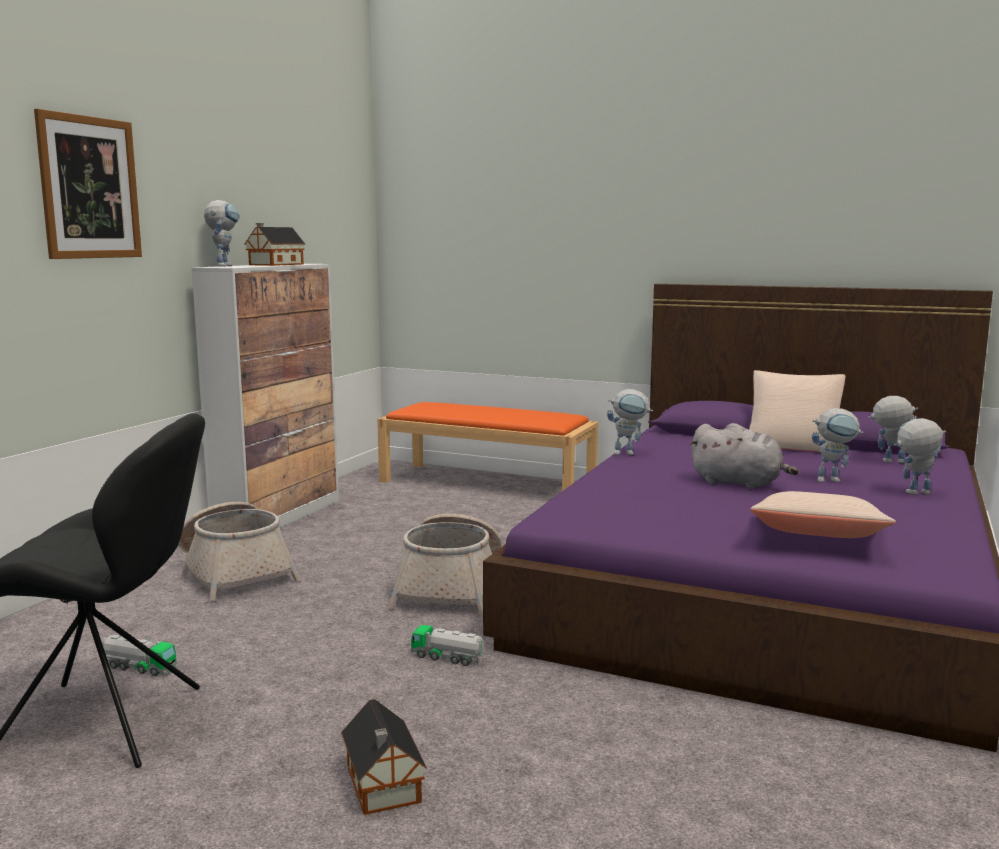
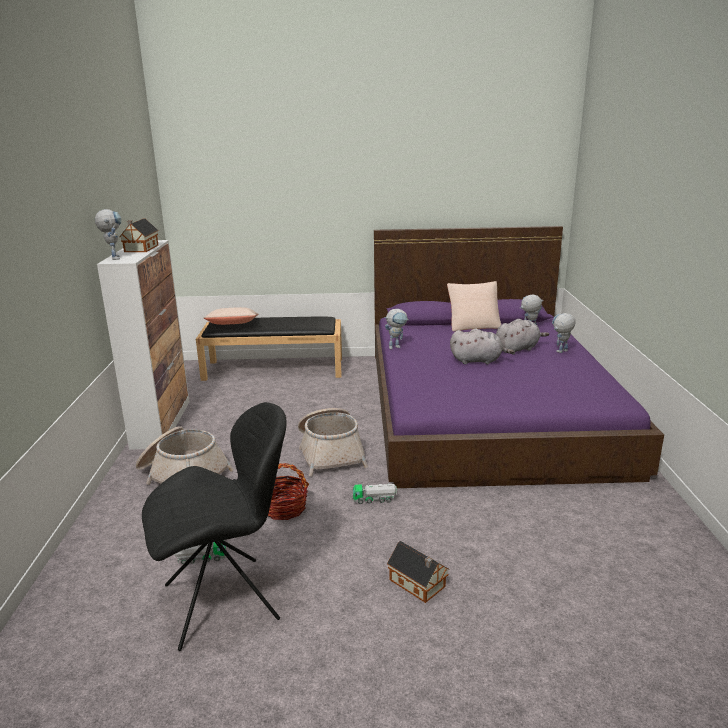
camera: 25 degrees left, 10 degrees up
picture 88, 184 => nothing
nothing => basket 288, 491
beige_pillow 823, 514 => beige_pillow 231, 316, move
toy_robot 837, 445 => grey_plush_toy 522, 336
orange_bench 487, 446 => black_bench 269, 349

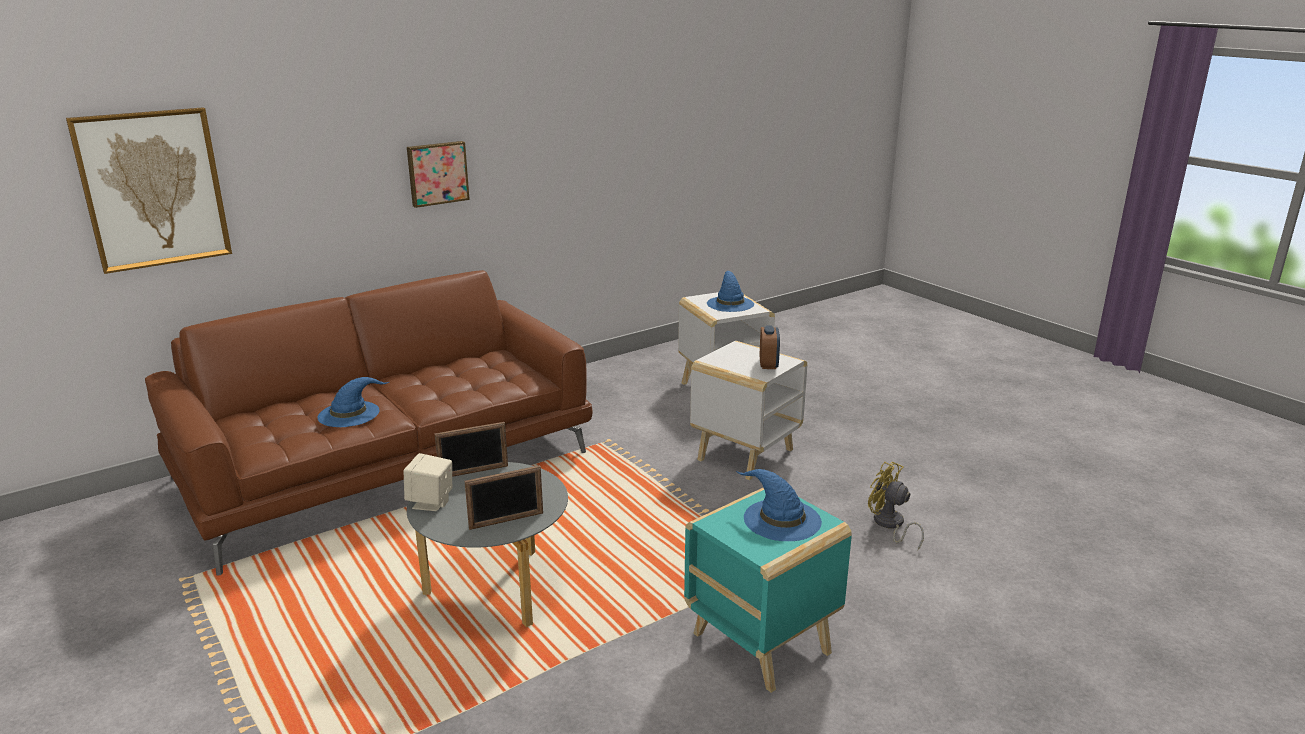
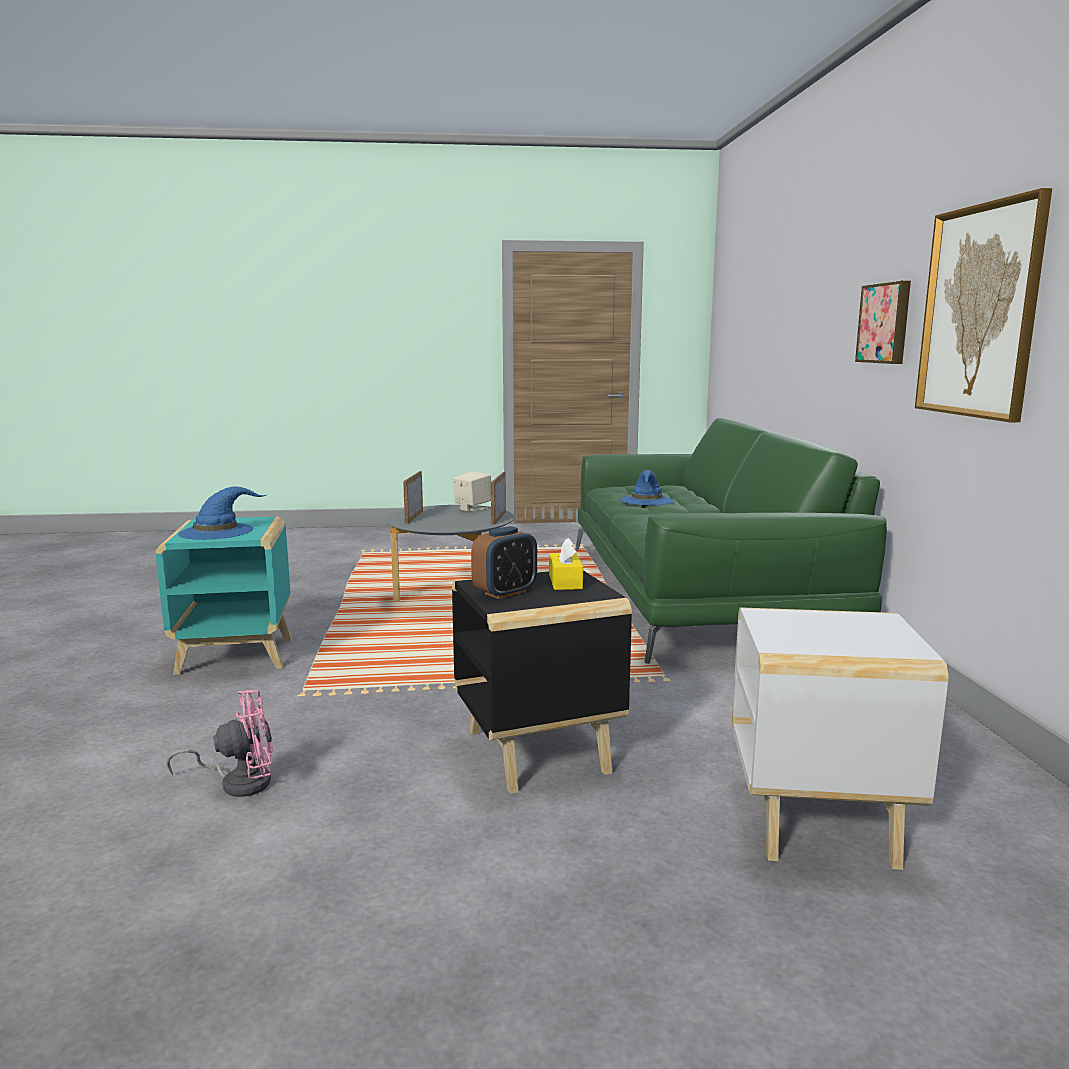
camera: 120 degrees right, 10 degrees down
blue_hat 730, 291 => nothing
nothing => yellow_tissue_box 566, 564
picture 149, 190 => picture 983, 305, move
brown_sofa 369, 422 => green_sofa 731, 541
white_side_table 748, 410 => black_side_table 542, 682
yellow_fan 896, 506 => pink_fan 219, 743
alarm_clock 770, 347 => alarm_clock 504, 562, 75 degrees counterclockwise

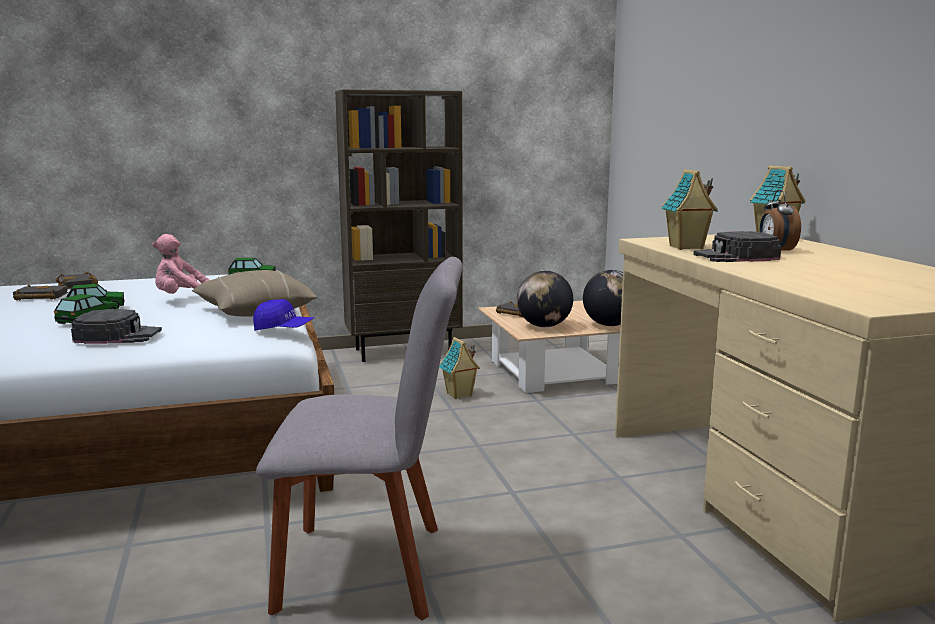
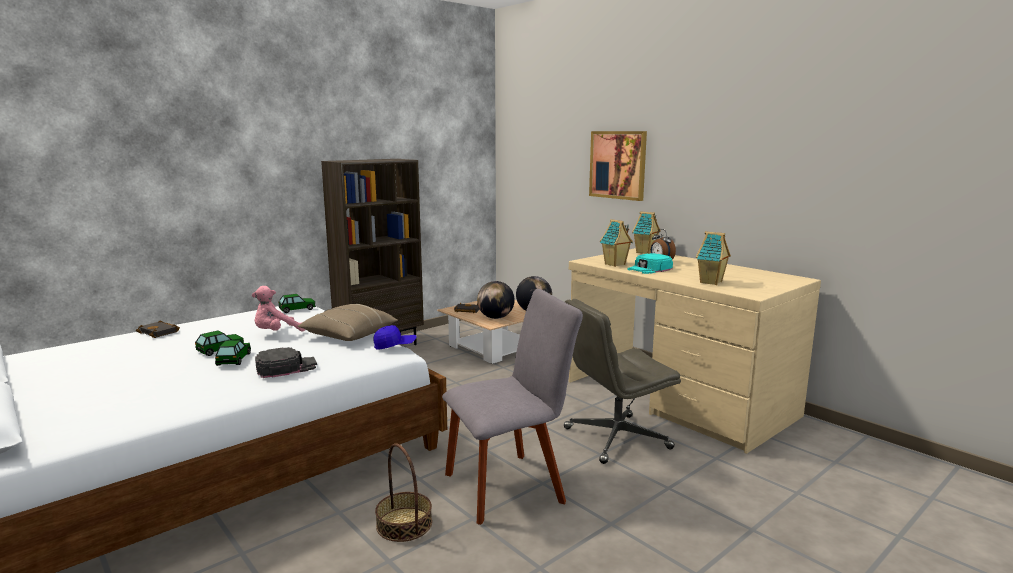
camera: 25 degrees left, 0 degrees up
black_book 40, 291 => nothing
nothing => basket 403, 492
nothing => grey_office_chair 622, 381
nothing => picture 618, 166
toy_house 459, 368 => toy_house 713, 258, move
black_cap 737, 246 => turquoise_cap 650, 263

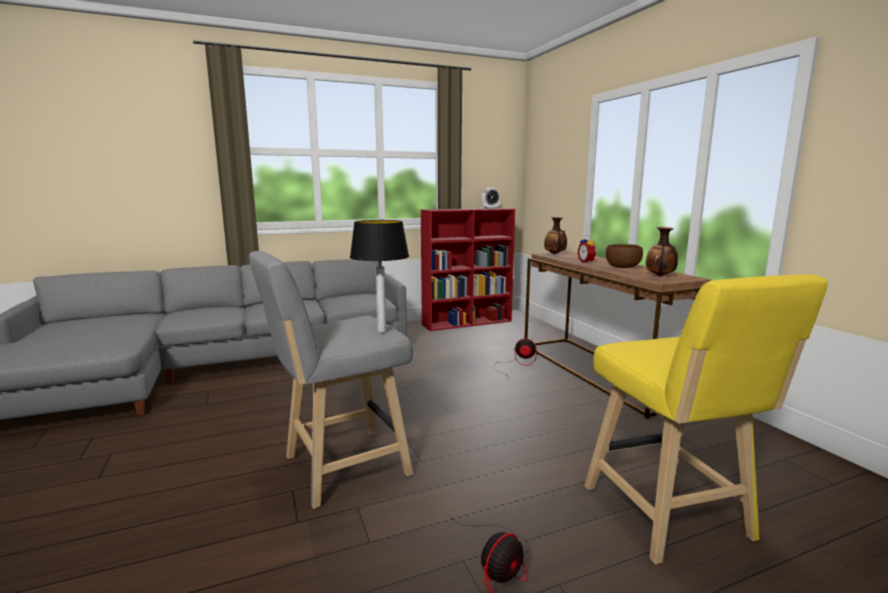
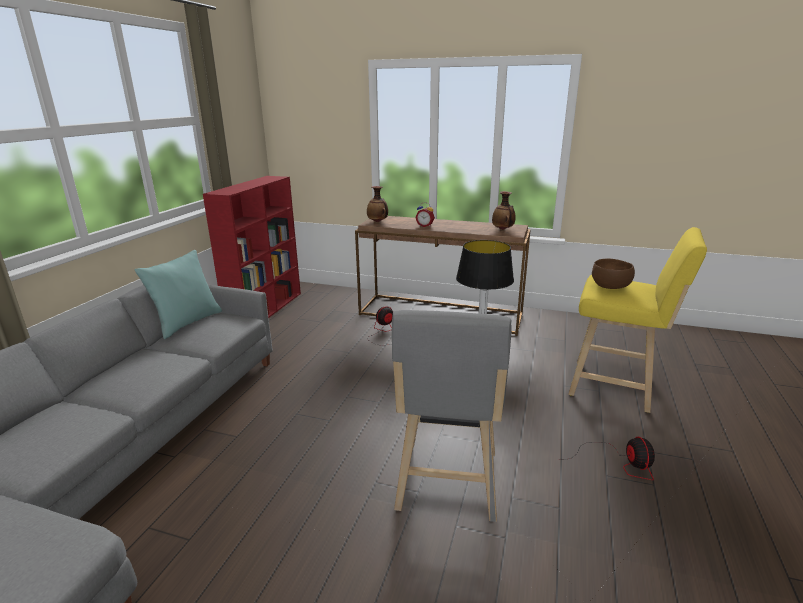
camera: 50 degrees left, 10 degrees up
alarm_clock 490, 198 => nothing
nothing => turquoise_pillow 178, 294
brown_bowl 624, 256 => brown_bowl 613, 274, move

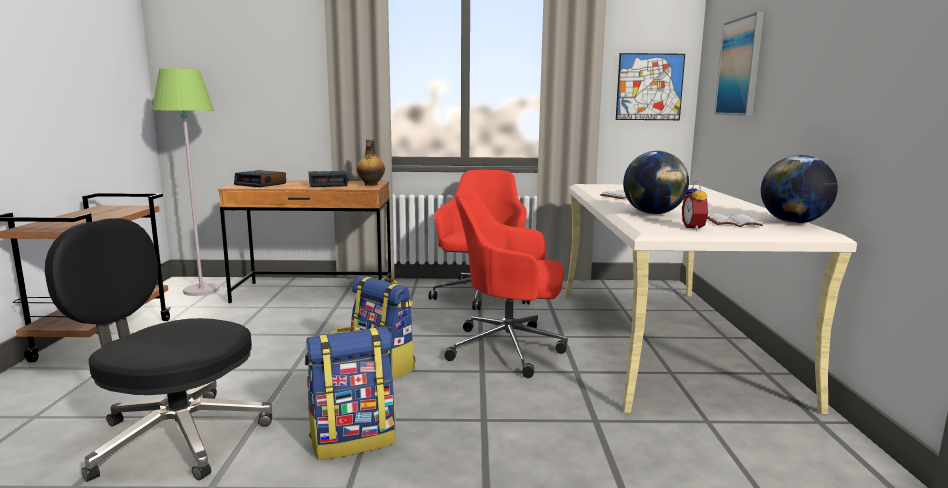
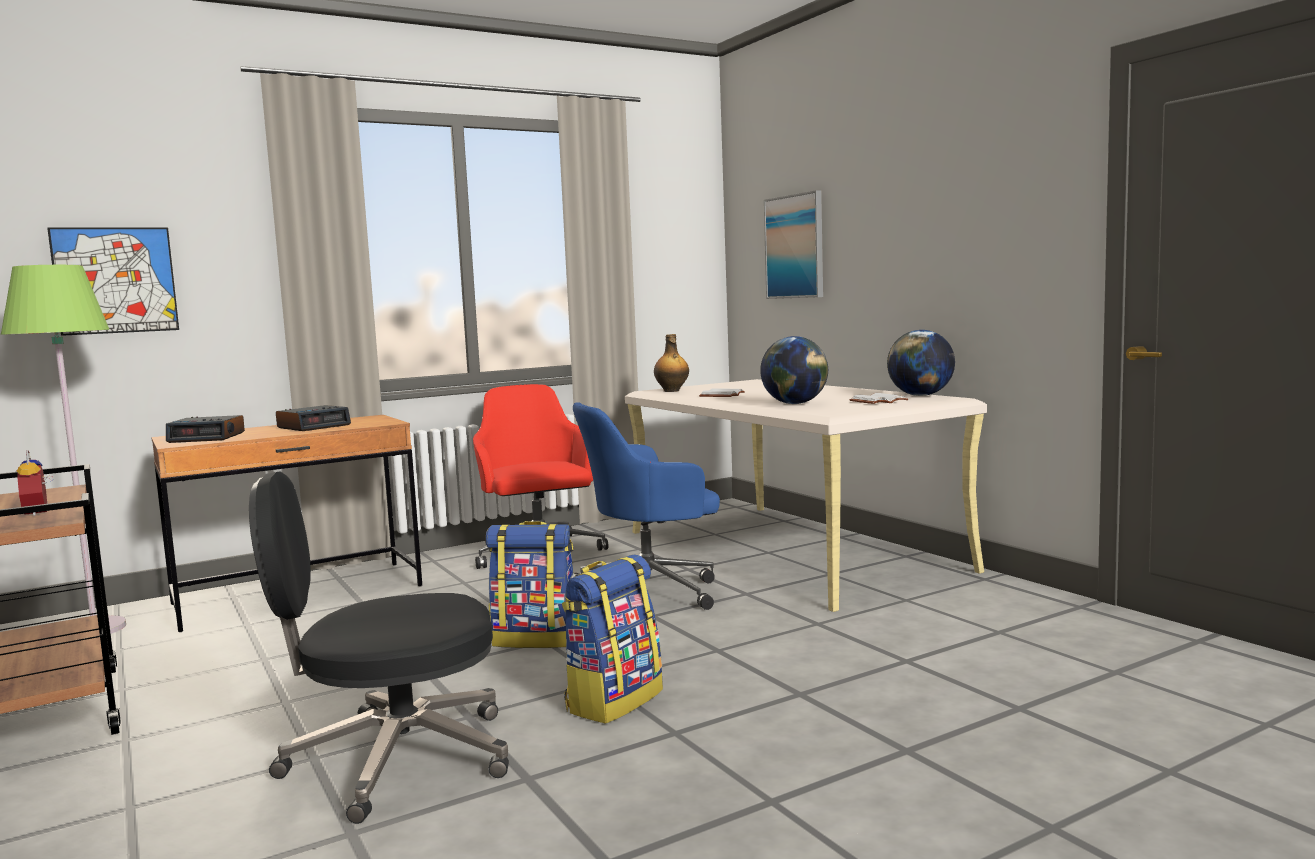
camera: 30 degrees left, 5 degrees down
bottle 371, 163 => bottle 671, 363, move
picture 650, 86 => picture 113, 282, move
alarm_clock 697, 205 => alarm_clock 34, 483, move
red_office_chair 506, 283 => blue_office_chair 646, 506

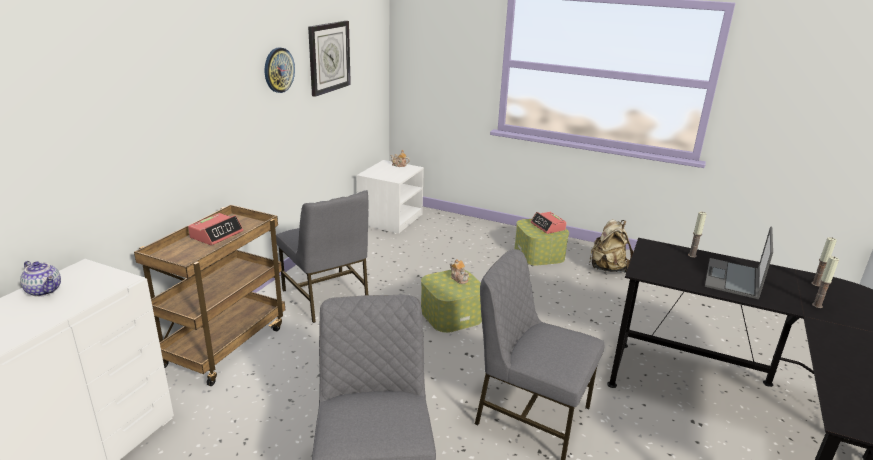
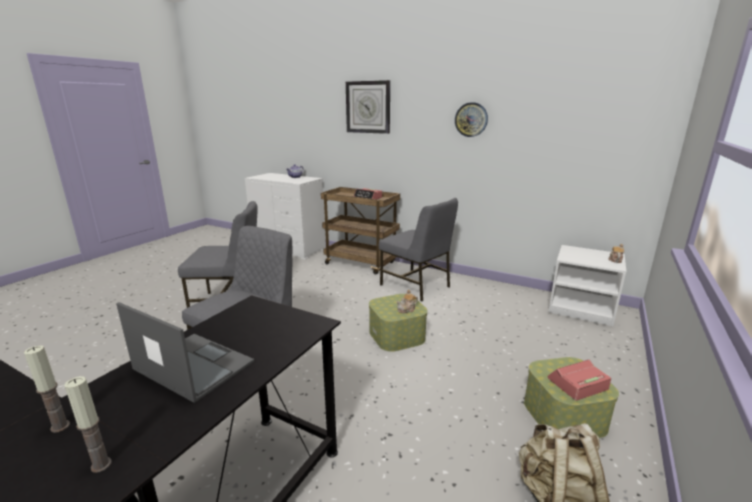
camera: 95 degrees right, 5 degrees down
candle 697, 235 => nothing
wall_clock 329, 59 => wall_clock 368, 107, move
grey_chair 322, 256 => grey_chair 418, 249, 105 degrees counterclockwise

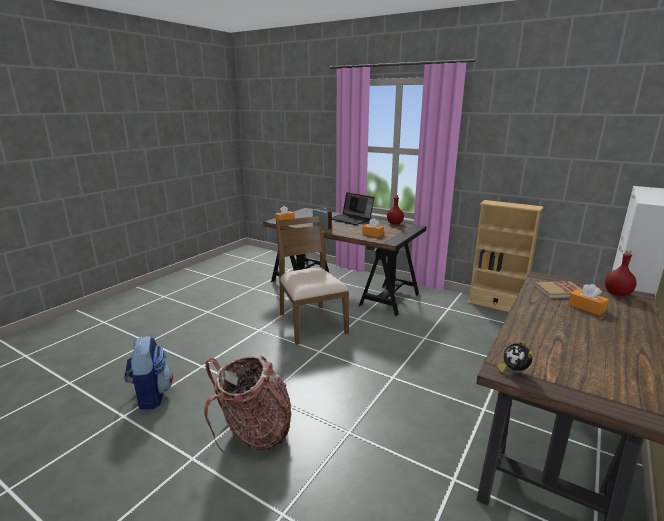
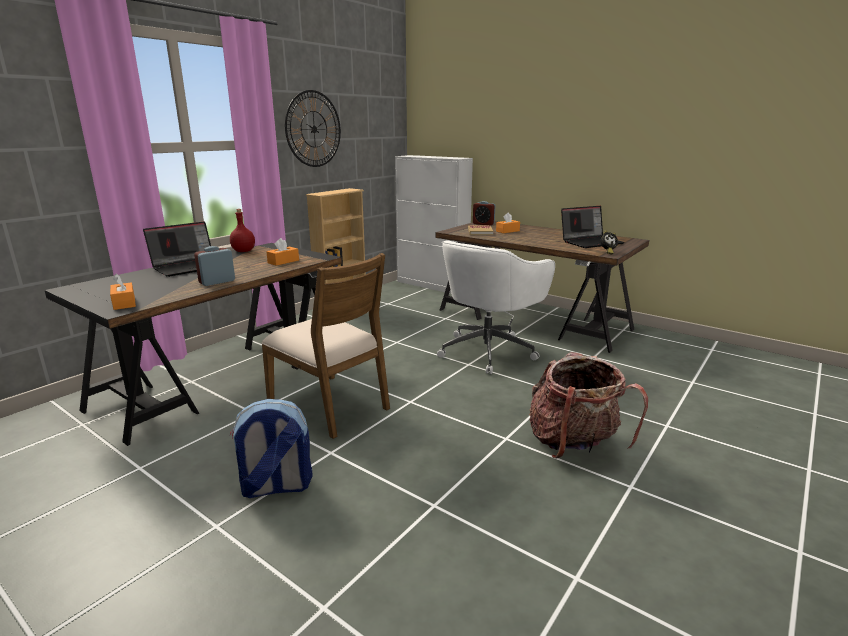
camera: 85 degrees left, 0 degrees up
nothing => wall_clock 313, 128
nothing => white_office_chair 496, 307
nothing => laptop 593, 227
backpack 149, 373 => backpack 271, 448, move
red_bottle 620, 273 => alarm_clock 484, 213
brown_chair 312, 280 => brown_chair 325, 346, 120 degrees counterclockwise

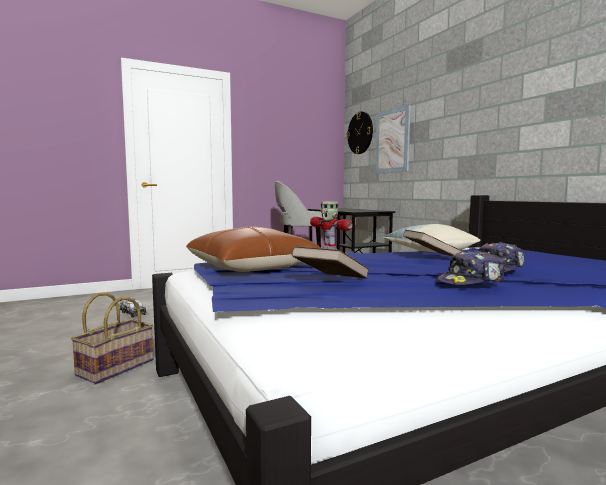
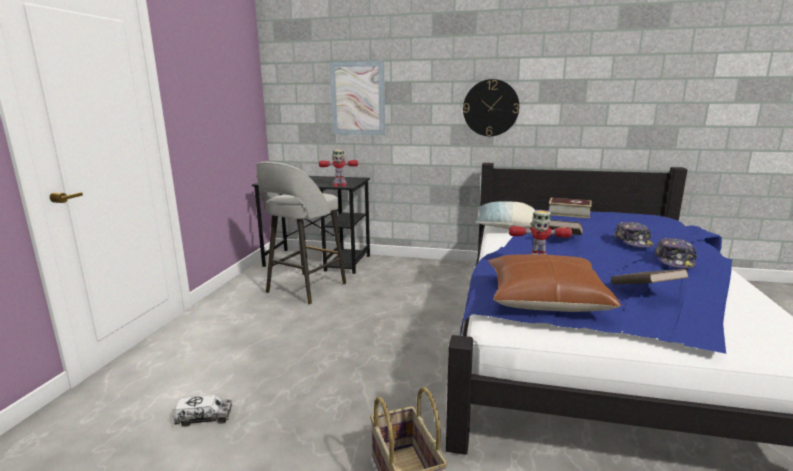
camera: 50 degrees left, 10 degrees up
nothing => toy_robot 338, 168
nothing => book 570, 208
wall_clock 360, 133 => wall_clock 491, 107, move

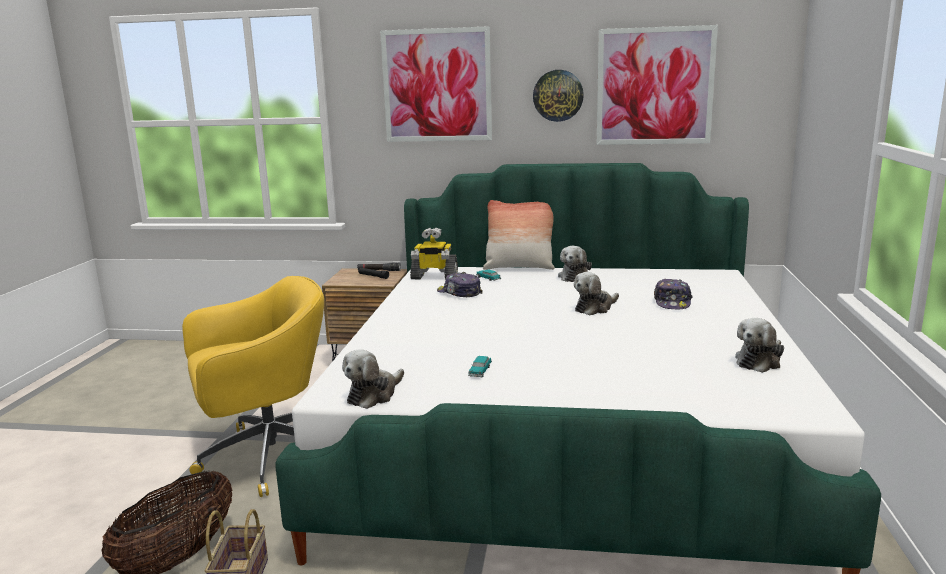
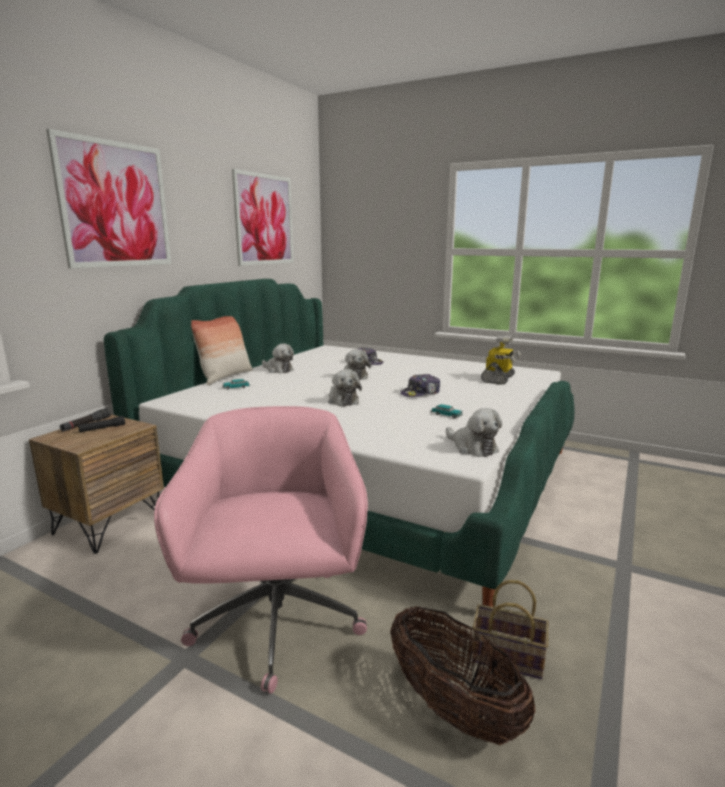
camera: 70 degrees left, 0 degrees up
wall_clock 558, 96 => nothing
toy_robot 434, 253 => toy_robot 501, 360, move
cap 460, 284 => cap 420, 385, move
plush_toy 759, 345 => plush_toy 345, 387, move
yellow_office_chair 253, 386 => pink_office_chair 261, 550

